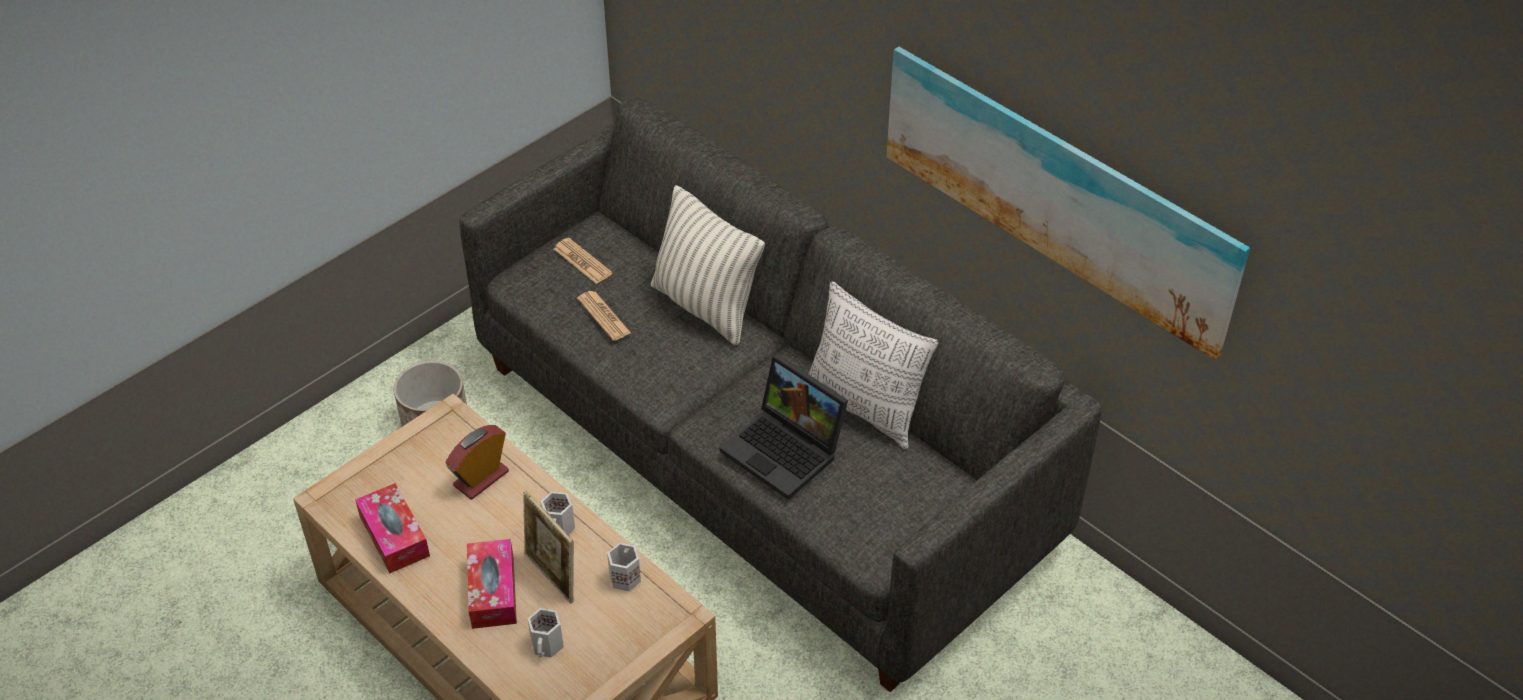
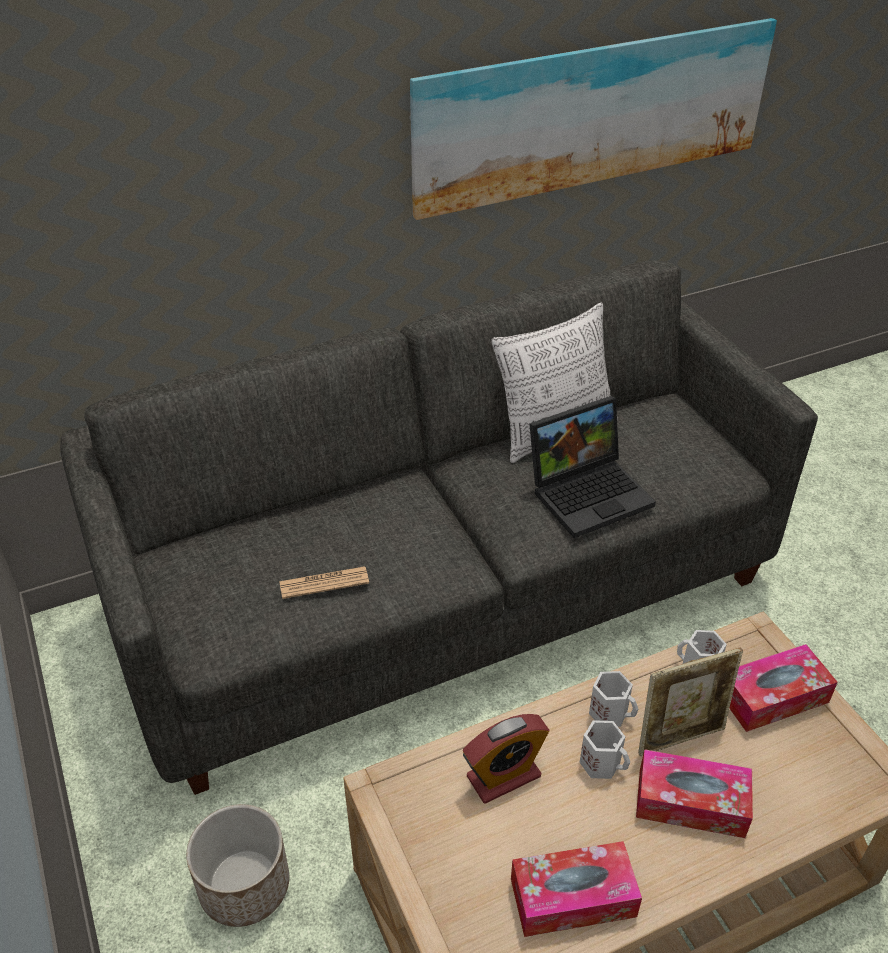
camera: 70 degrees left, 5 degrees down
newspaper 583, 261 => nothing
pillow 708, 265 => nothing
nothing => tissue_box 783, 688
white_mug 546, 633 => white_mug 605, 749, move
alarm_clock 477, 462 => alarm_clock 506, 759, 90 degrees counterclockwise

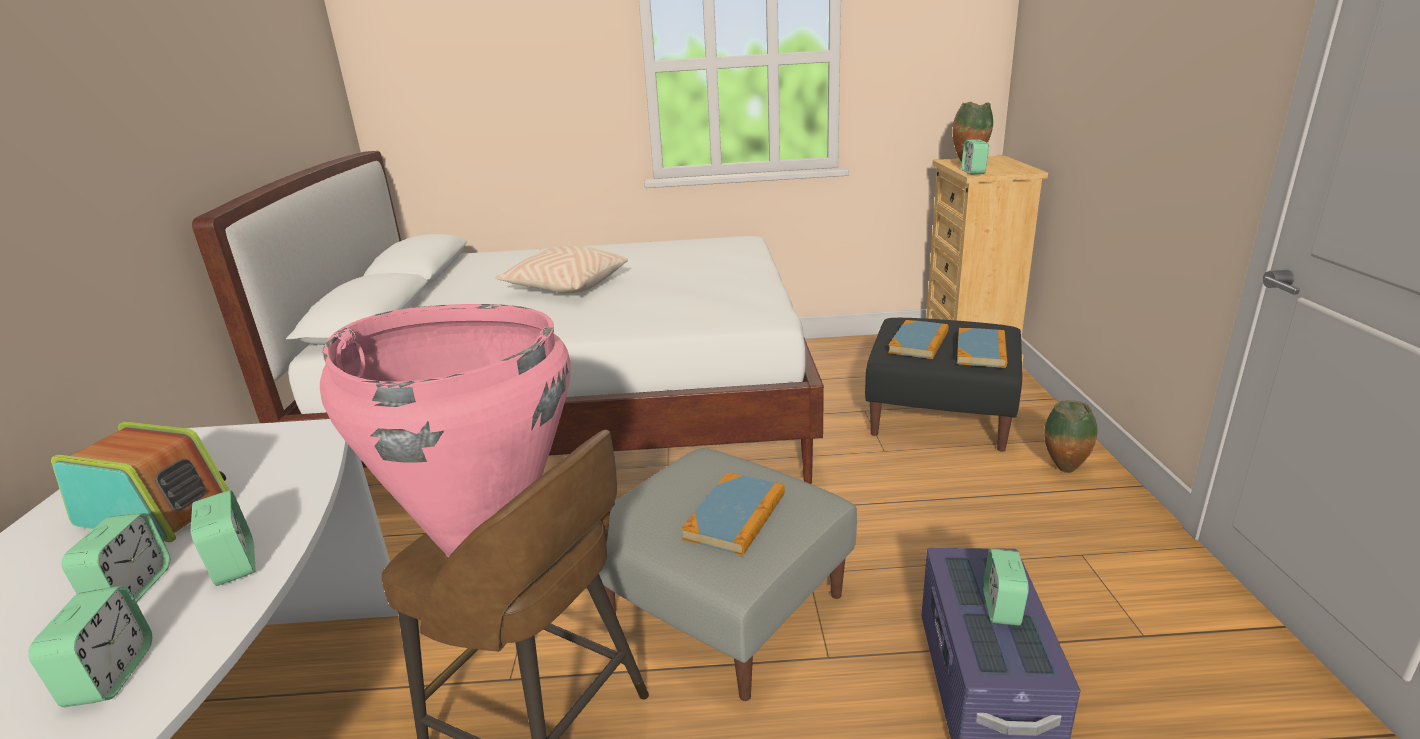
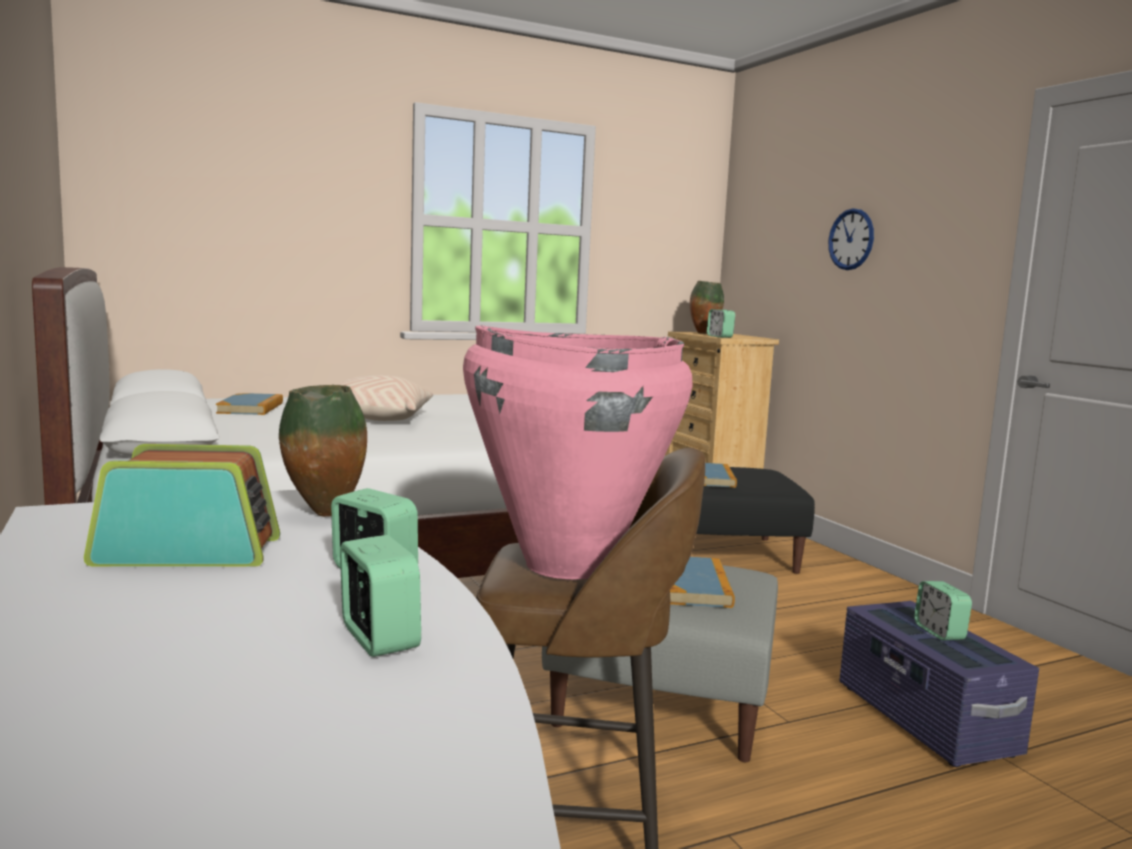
camera: 25 degrees left, 15 degrees down
alarm_clock 116, 557 => nothing
nothing => wall_clock 851, 239
book 982, 348 => book 249, 404, move
vase 1071, 436 => vase 323, 451, move

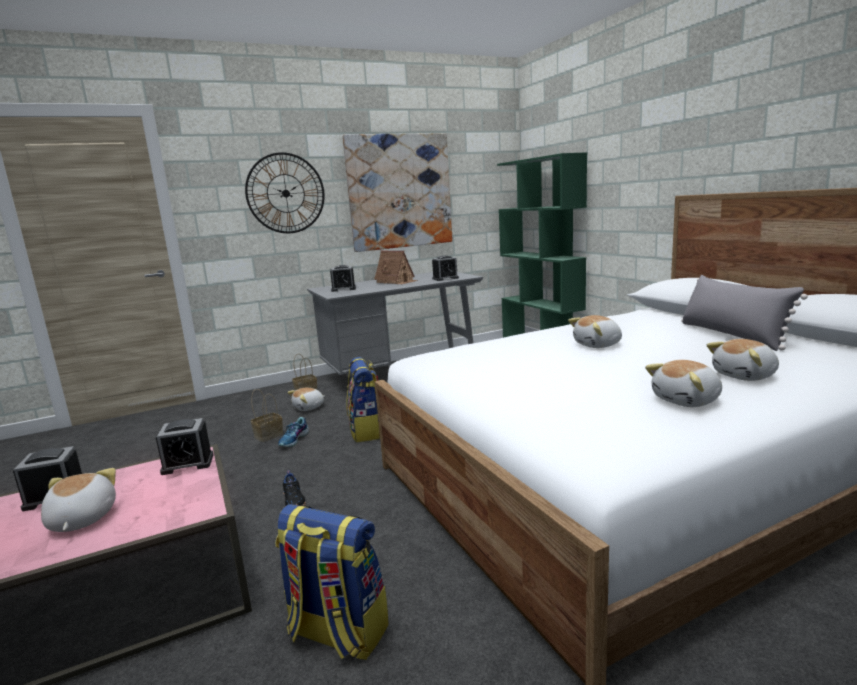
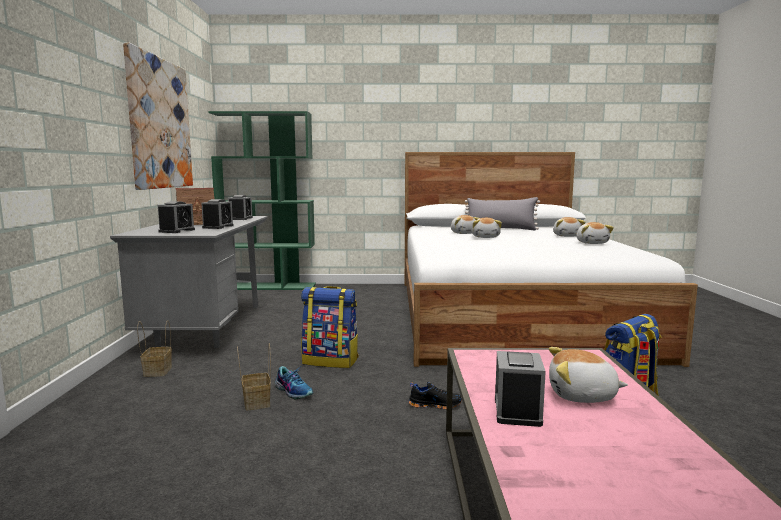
camera: 65 degrees left, 5 degrees down
wall_clock 285, 192 => nothing
alarm_clock 185, 446 => alarm_clock 217, 214, move
plush_toy 306, 399 => plush_toy 465, 224, move

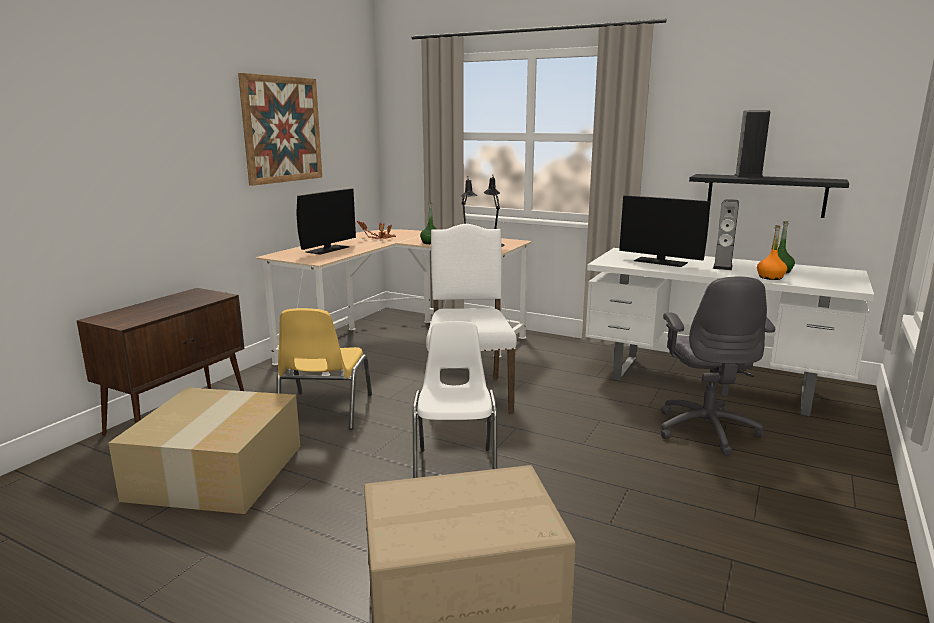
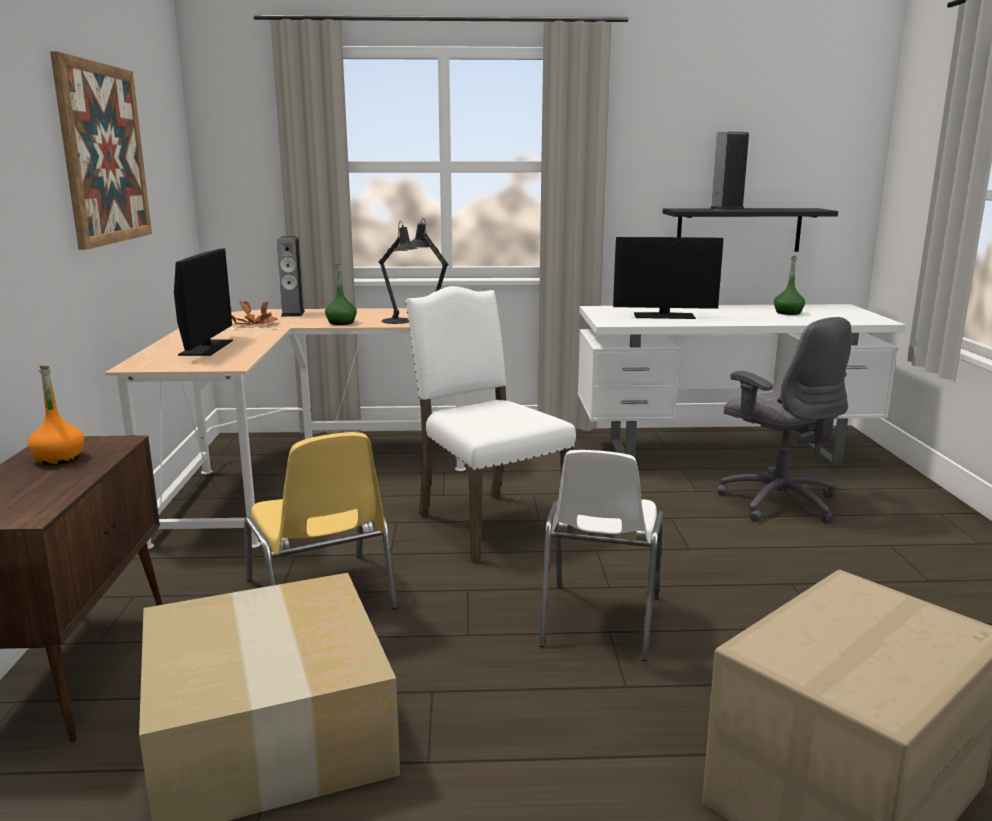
camera: 30 degrees left, 0 degrees up
speaker 726, 234 => speaker 291, 276, move
orange_bottle 772, 252 => orange_bottle 56, 415, move
white_chair 455, 399 => white_chair 601, 555, 135 degrees counterclockwise

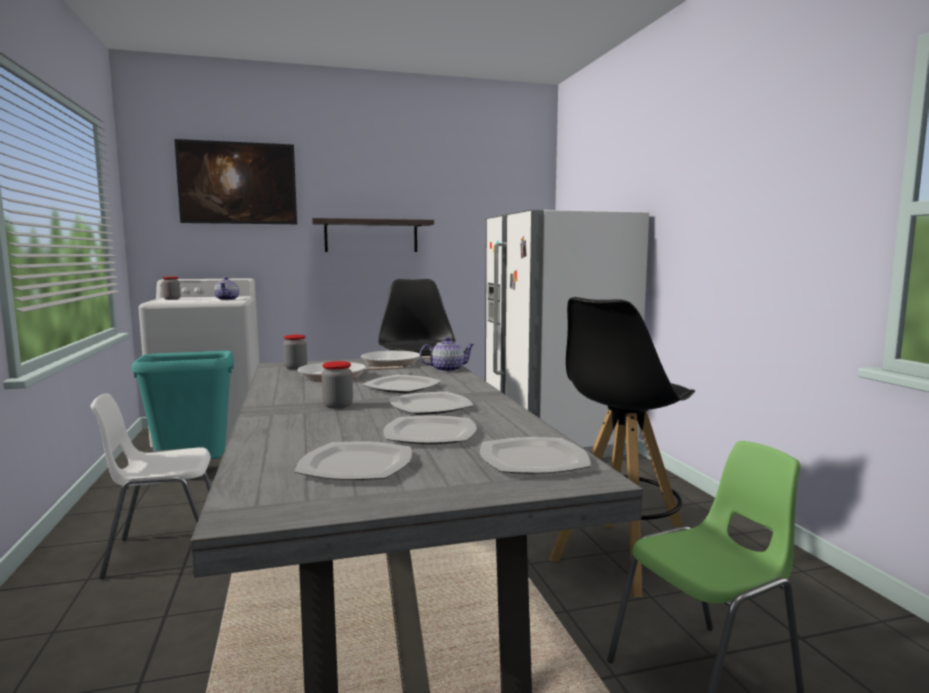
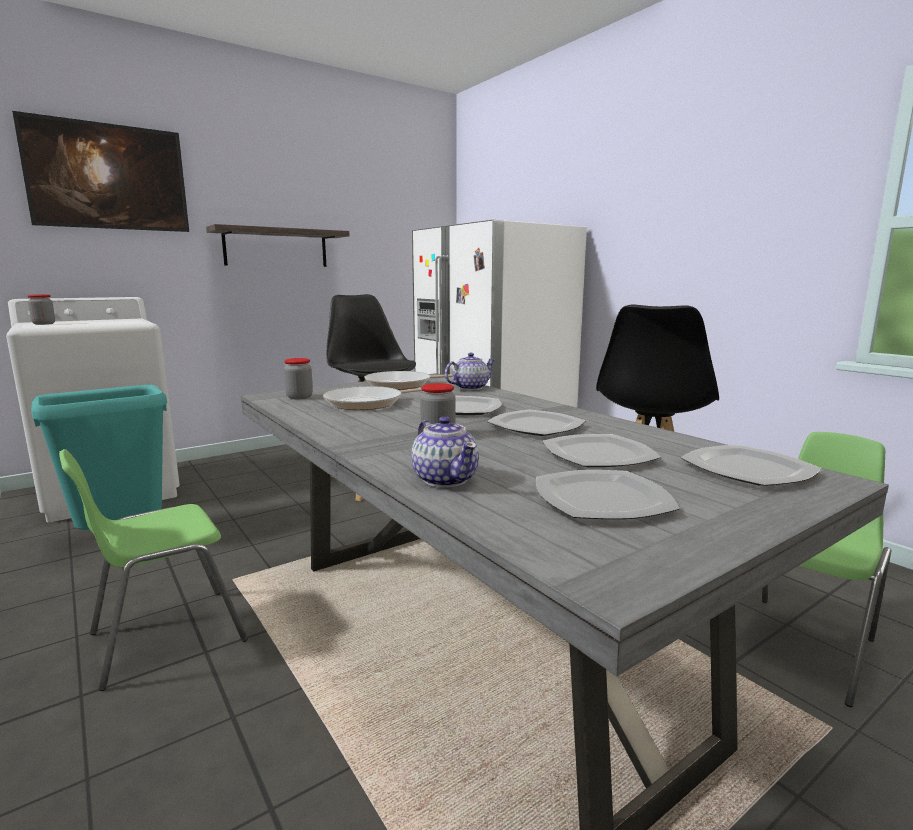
camera: 20 degrees left, 5 degrees up
teapot 226, 288 => teapot 445, 452, move
white_chair 151, 486 => green_chair 153, 570

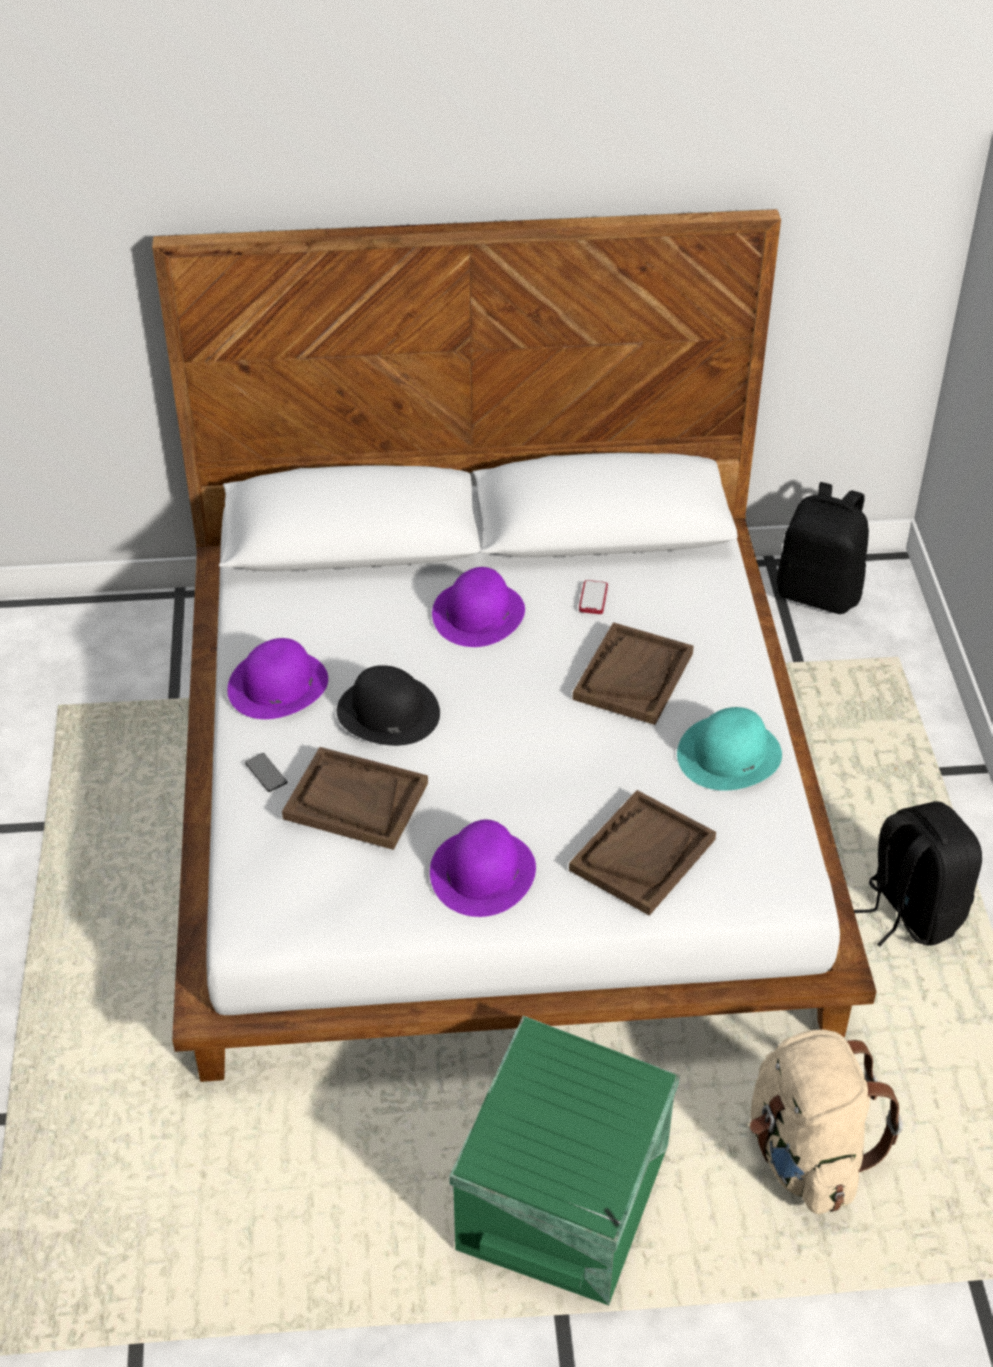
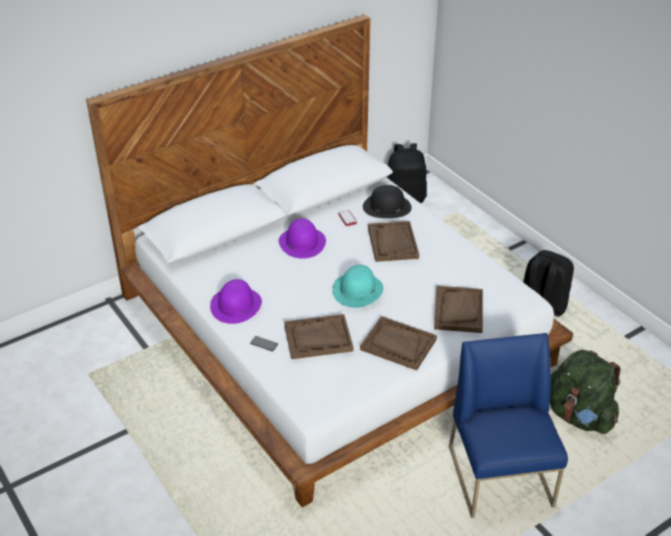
camera: 30 degrees left, 5 degrees down
black_hat 388, 705 => black_hat 387, 201, move
turquoise_hat 729, 749 => turquoise_hat 357, 286, move
purple_hat 483, 868 => brown_tray 398, 343
green_storage_box 564, 1160 => blue_chair 508, 425
beige_backpack 826, 1121 => green_backpack 585, 392

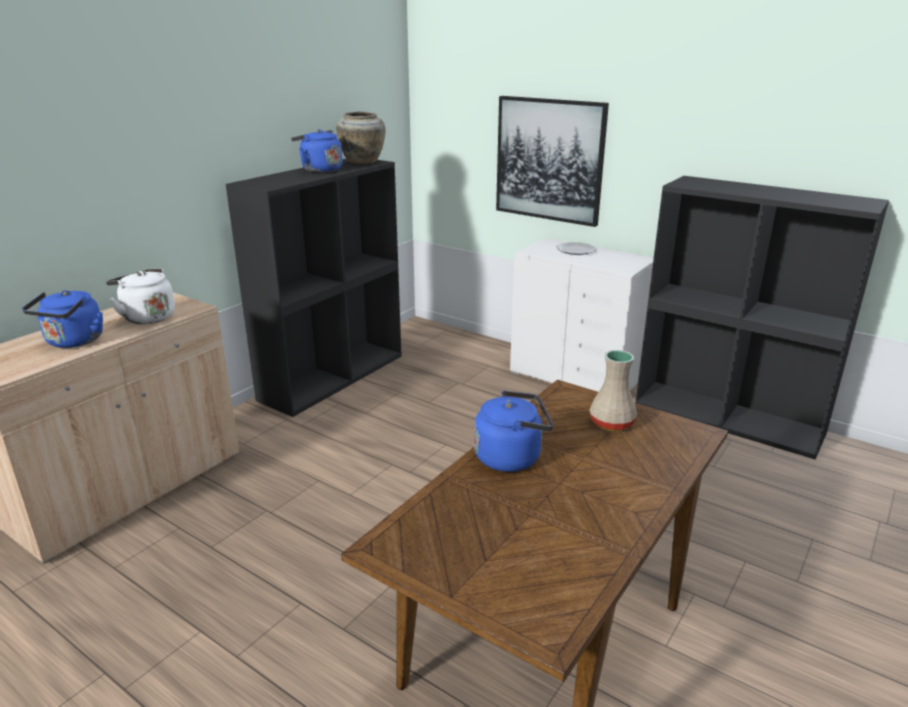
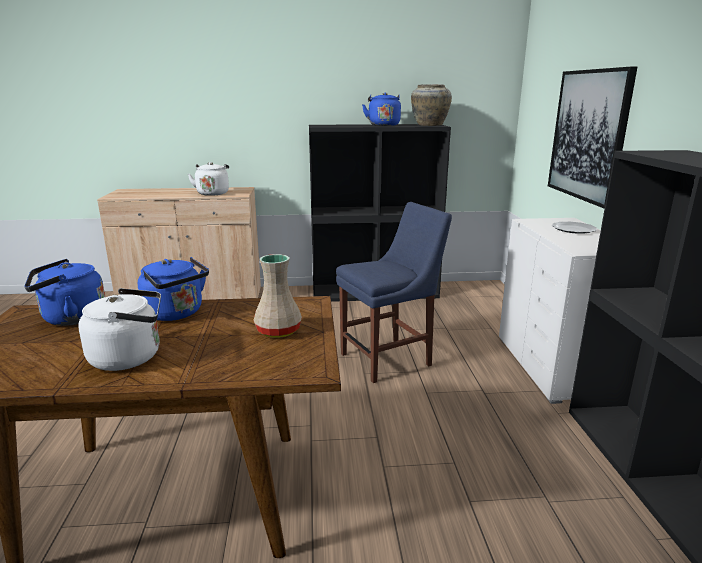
camera: 50 degrees right, 5 degrees down
nothing => white_kettle 119, 329
nothing => blue_chair 394, 292
blue_kettle 62, 319 => blue_kettle 64, 292, move

